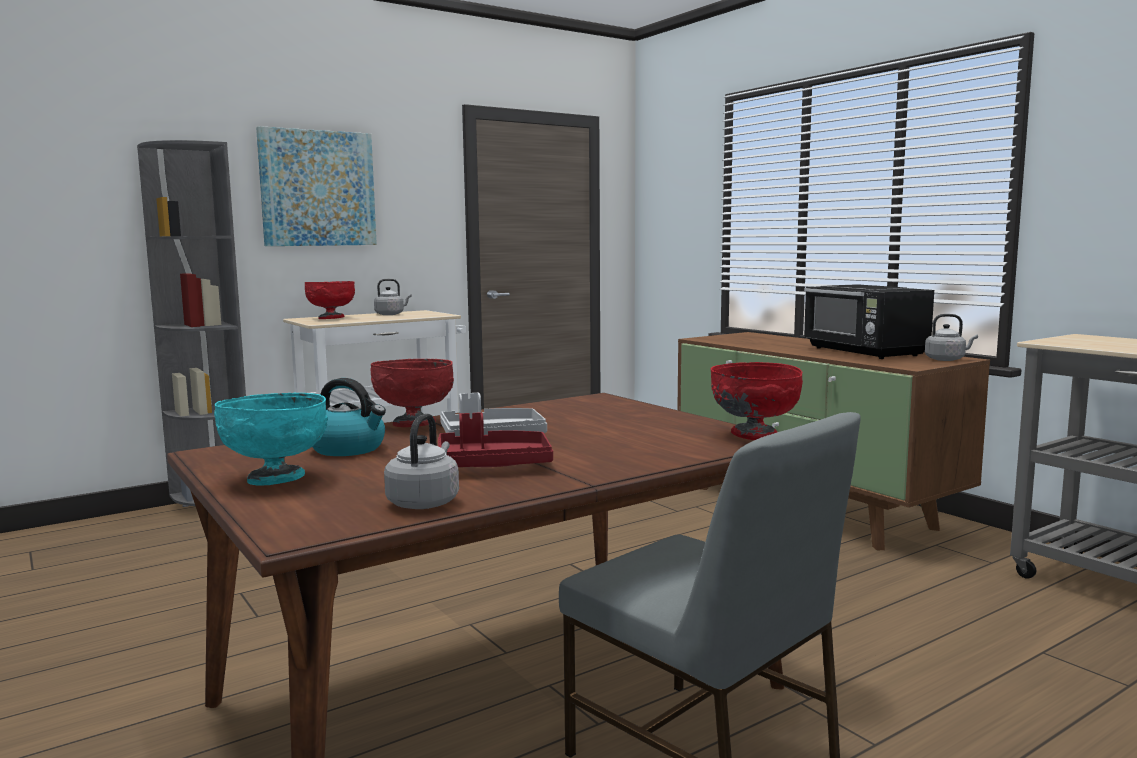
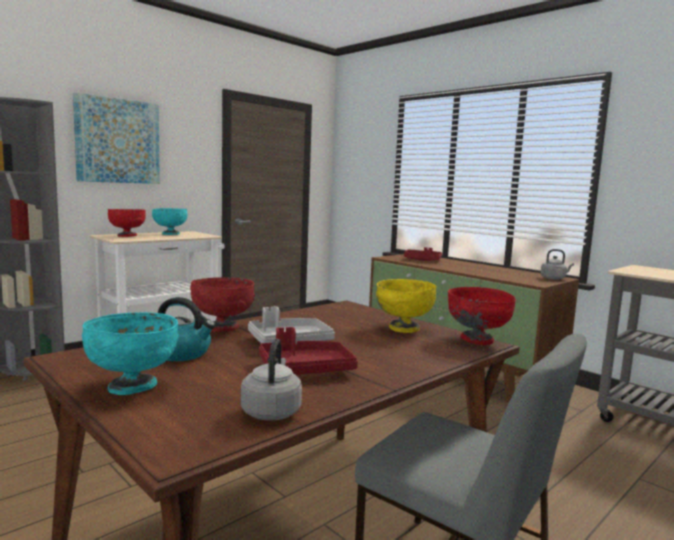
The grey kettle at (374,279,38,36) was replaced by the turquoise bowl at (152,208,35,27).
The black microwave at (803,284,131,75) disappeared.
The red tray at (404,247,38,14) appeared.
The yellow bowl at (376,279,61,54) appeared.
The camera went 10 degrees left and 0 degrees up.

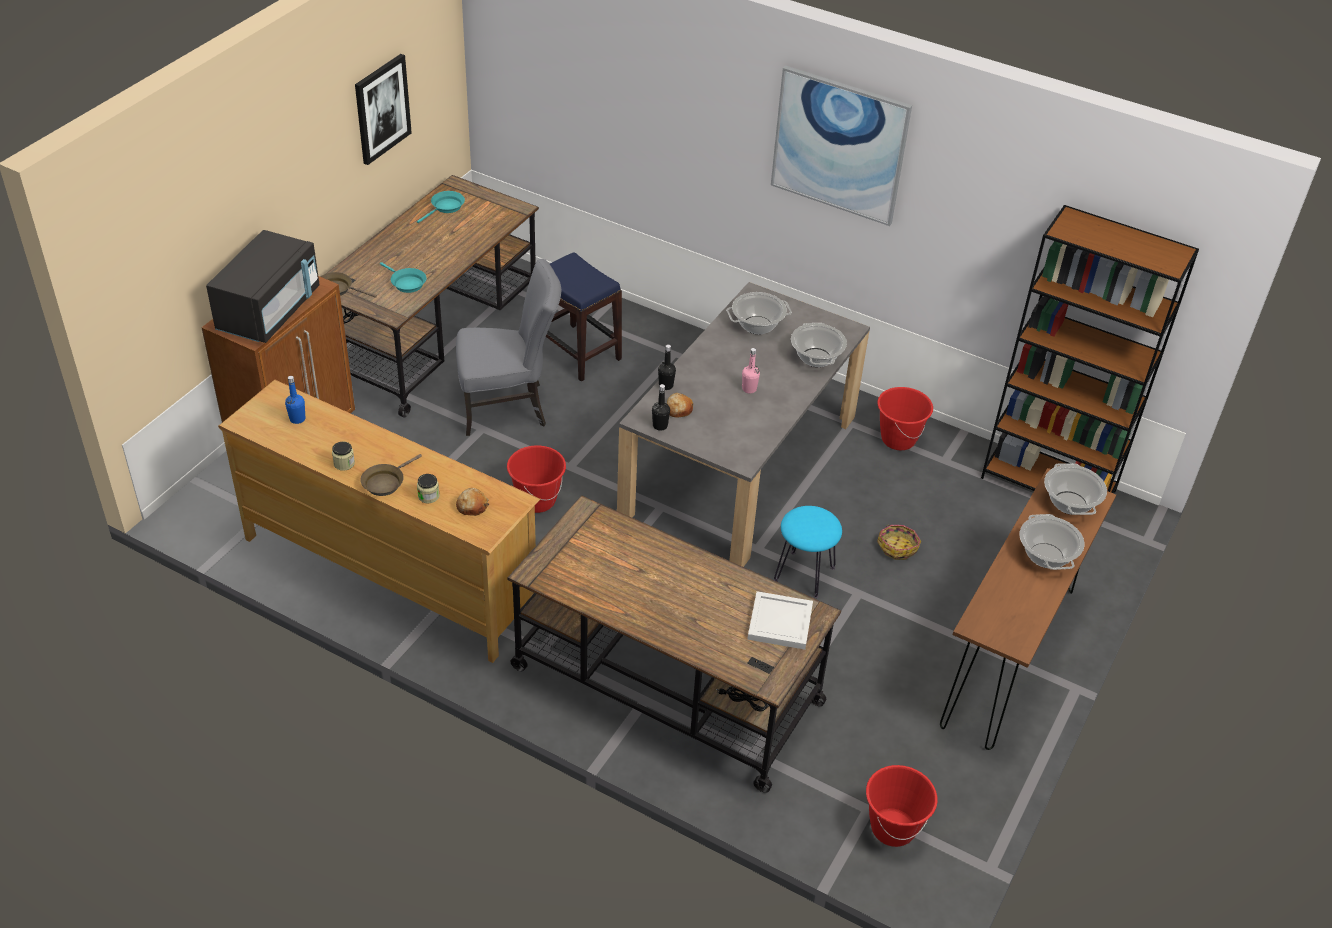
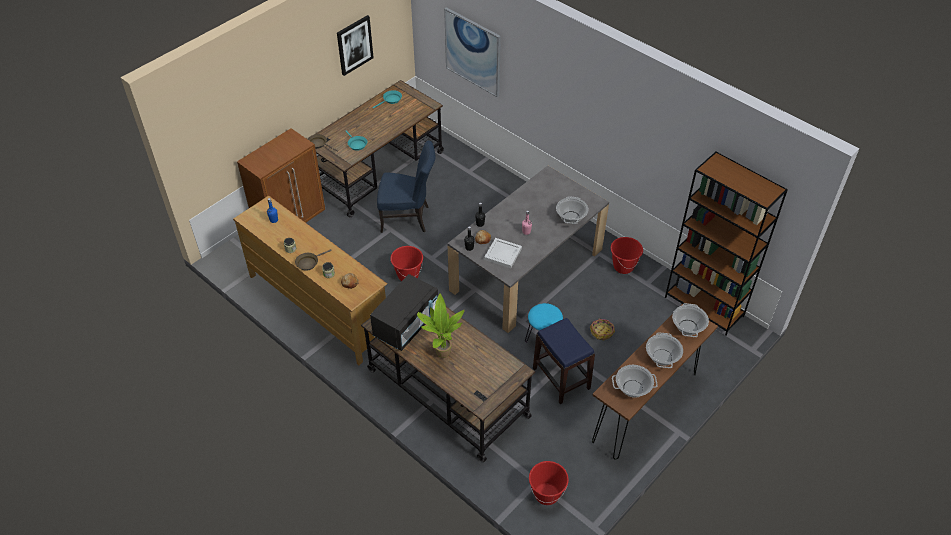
The picture moved from (771,66,141,160) to (444,7,57,90).
The black microwave moved from (206,230,114,113) to (370,274,68,77).
The stool moved from (546,252,76,130) to (533,318,62,86).
The grey chair at (456,259,105,177) became the blue chair at (377,140,59,93).
The cooking pot moved from (726,292,66,43) to (612,365,46,33).
The white tray moved from (747,591,66,59) to (484,238,38,30).
The potted plant at (417,294,47,64) appeared.
The camera went 15 degrees right and 5 degrees up.

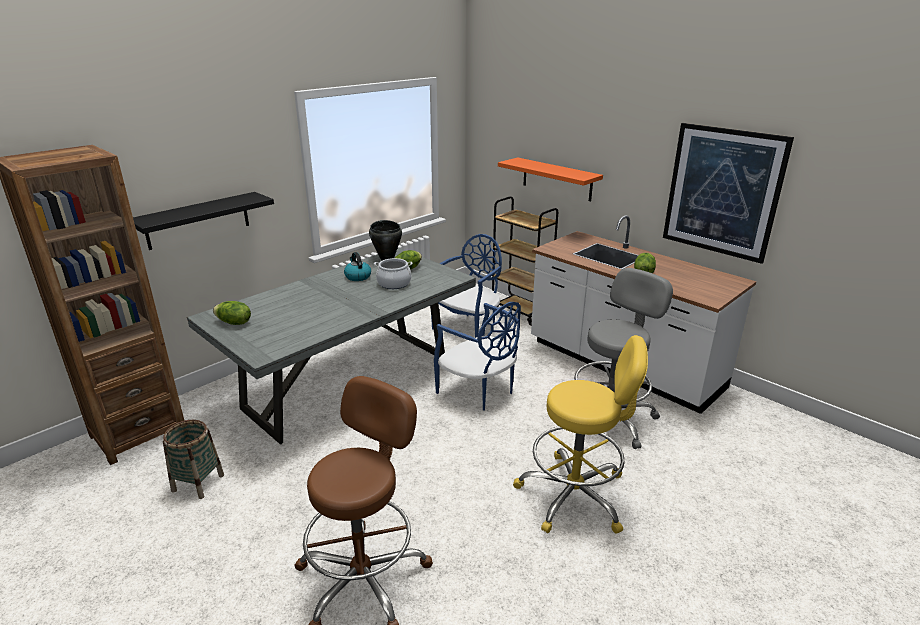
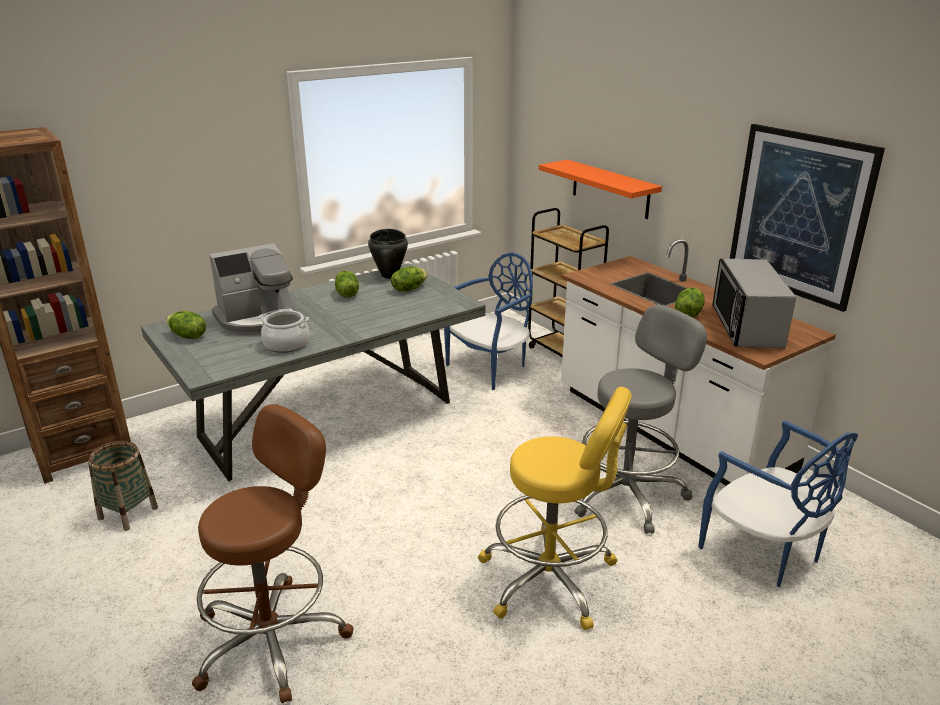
The black shelf at (133,192,141,58) disappeared.
The kettle at (344,252,27,29) was replaced by the lettuce at (335,271,24,27).
The cooking pot moved from (374,258,39,31) to (258,310,51,43).
The blue chair moved from (434,302,87,109) to (698,420,160,167).
The coffee machine at (209,243,89,92) appeared.
The microwave at (712,258,84,90) appeared.
The camera went 10 degrees right and 0 degrees up.

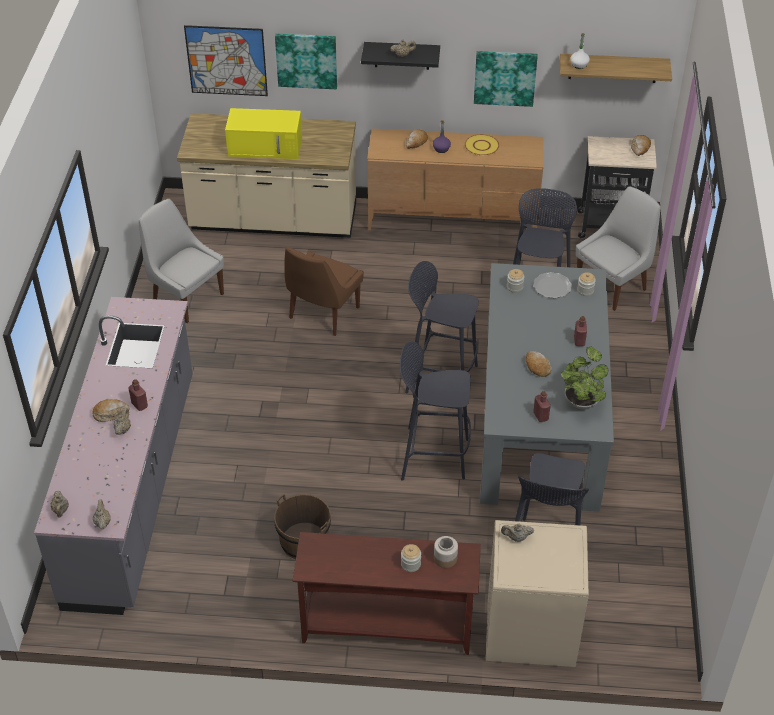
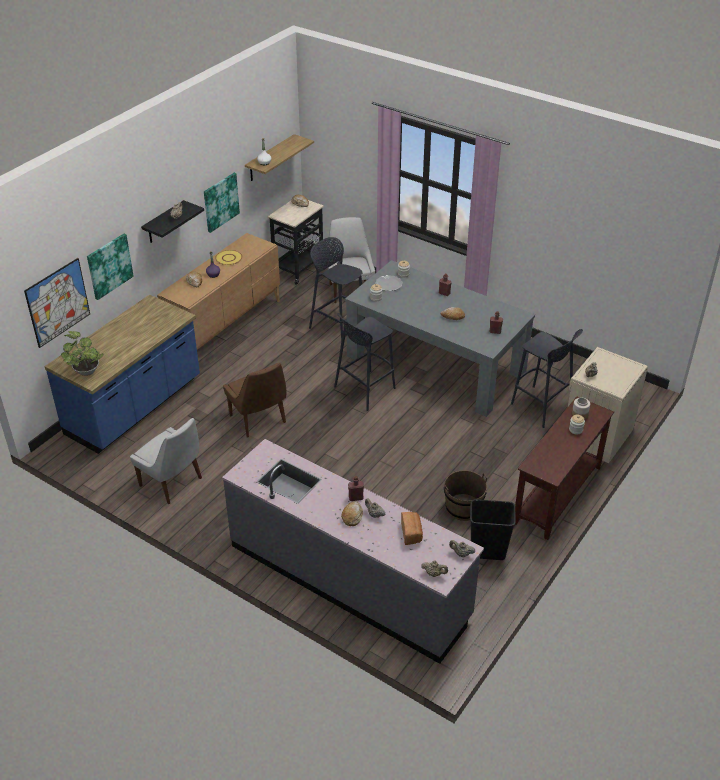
The yellow microwave at (225,108,77,51) disappeared.
The beige counter at (177,113,179,125) became the blue counter at (45,295,155,159).
The white chair at (139,199,85,124) turned 120 degrees counterclockwise.
The grey stool at (400,341,71,140) disappeared.
The potted plant moved from (561,346,47,64) to (61,331,43,45).
The black trash can at (470,499,46,61) appeared.
The bread at (401,512,22,33) appeared.
The camera went 60 degrees left and 5 degrees down.

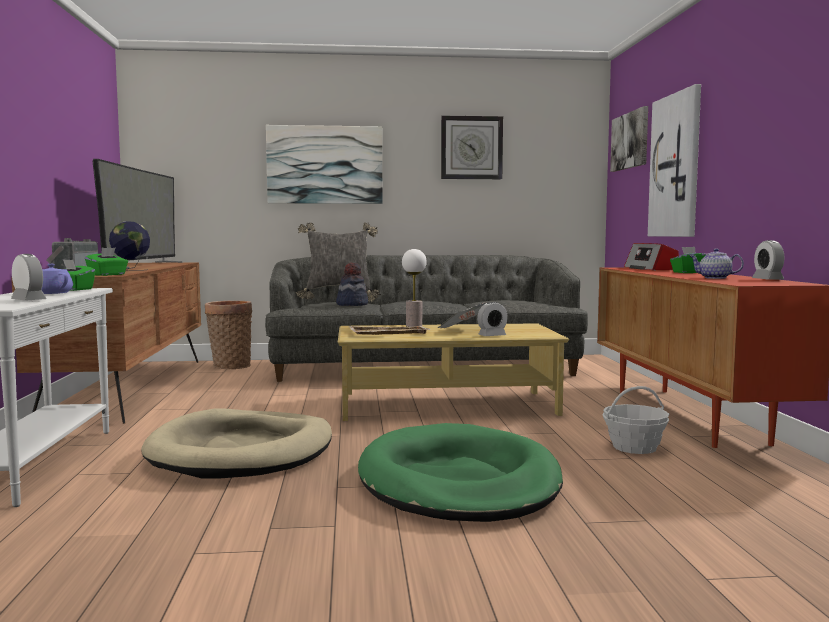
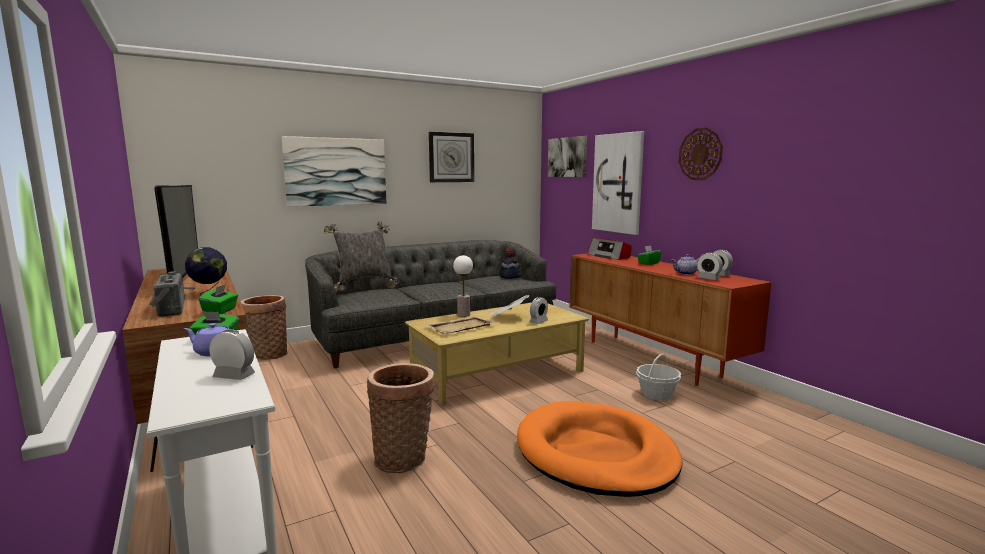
The hat moved from (336,263,32,43) to (499,247,22,32).
The beige dog bed at (141,408,191,71) was replaced by the basket at (367,363,68,110).
The green dog bed at (358,423,205,99) became the orange dog bed at (517,401,166,96).
The wall clock at (679,128,44,52) appeared.
The alarm clock at (697,253,26,27) appeared.
The camera went 25 degrees left and 5 degrees up.

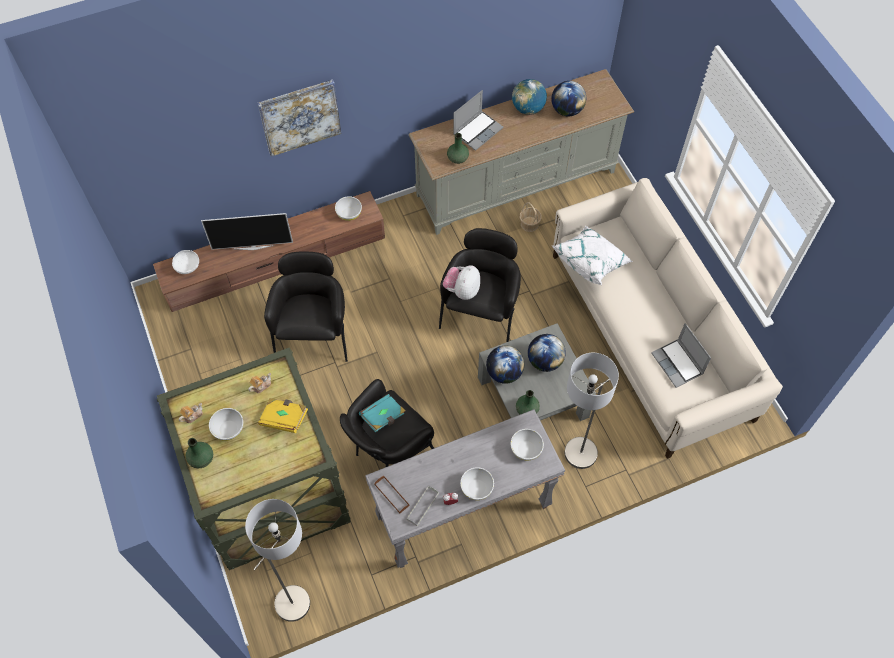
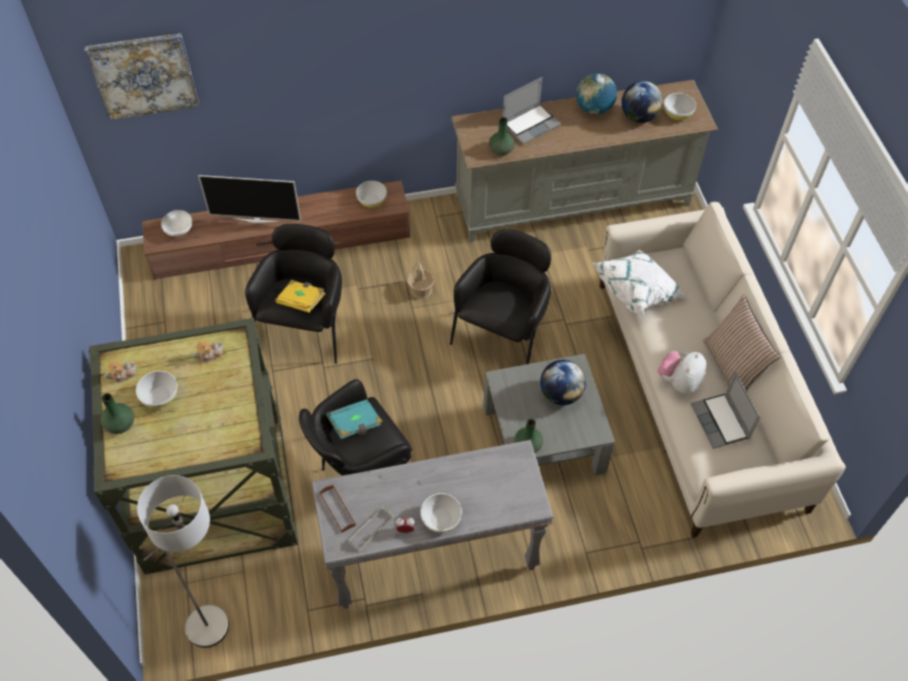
The picture moved from (258,79,83,77) to (84,33,115,87).
The basket moved from (520,202,22,30) to (408,262,27,37).
The plush toy moved from (443,265,37,35) to (658,351,48,43).
The globe at (486,346,38,38) disappeared.
The grey floor lamp at (565,353,54,116) disappeared.
The yellow book moved from (258,398,50,35) to (275,280,51,33).
The white bowl moved from (511,429,33,32) to (664,93,32,27).
The pillow at (703,294,77,96) appeared.
The camera went 10 degrees right and 5 degrees down.

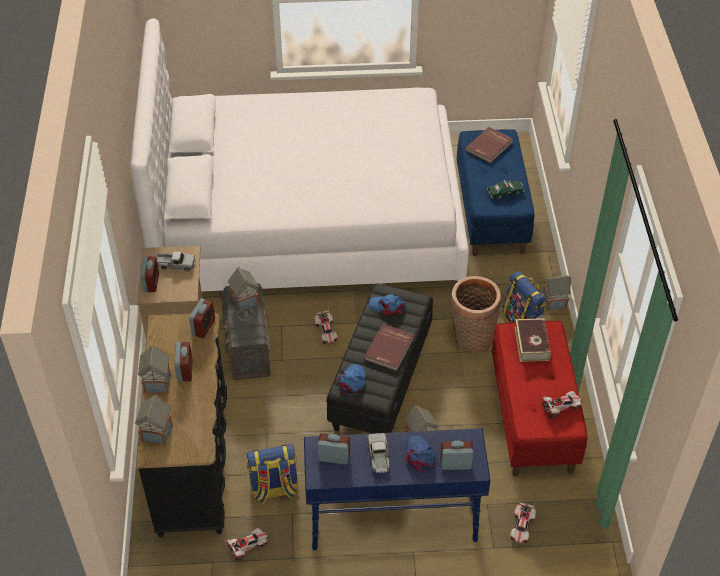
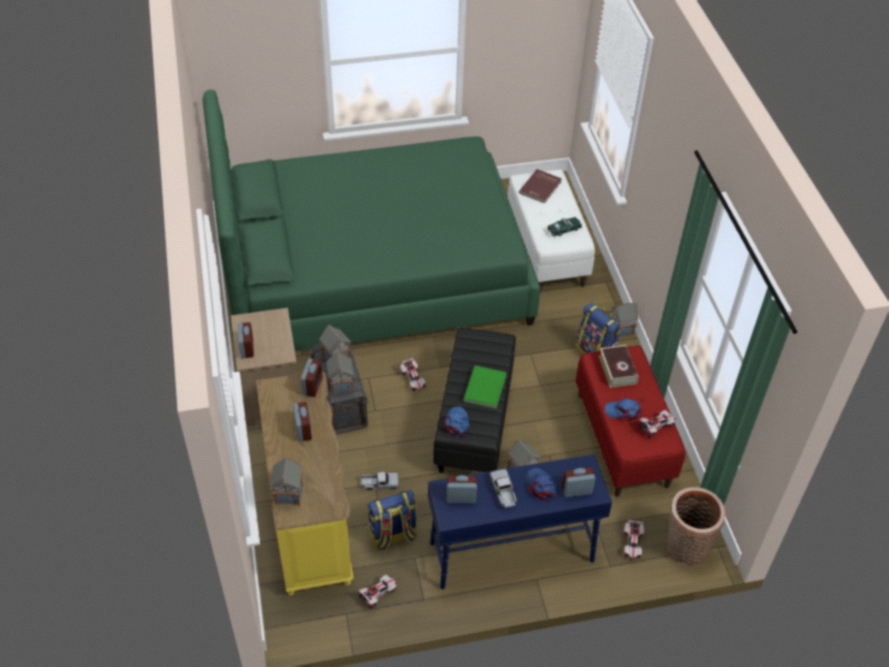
The white bed at (130,18,339,273) became the green bed at (203,89,337,262).
The blue bench at (457,129,77,127) became the white bench at (507,170,88,123).
The toy truck moved from (157,251,38,20) to (361,472,38,19).
The basket moved from (451,276,50,77) to (668,487,57,79).
The blue cap moved from (369,294,36,22) to (605,399,37,22).
The black dresser at (137,313,90,224) became the yellow dresser at (256,372,98,224).
The red book at (364,324,50,47) became the green book at (463,365,44,44).
The toy house moved from (138,345,33,49) to (326,351,28,44).
The camera went 10 degrees left and 0 degrees up.

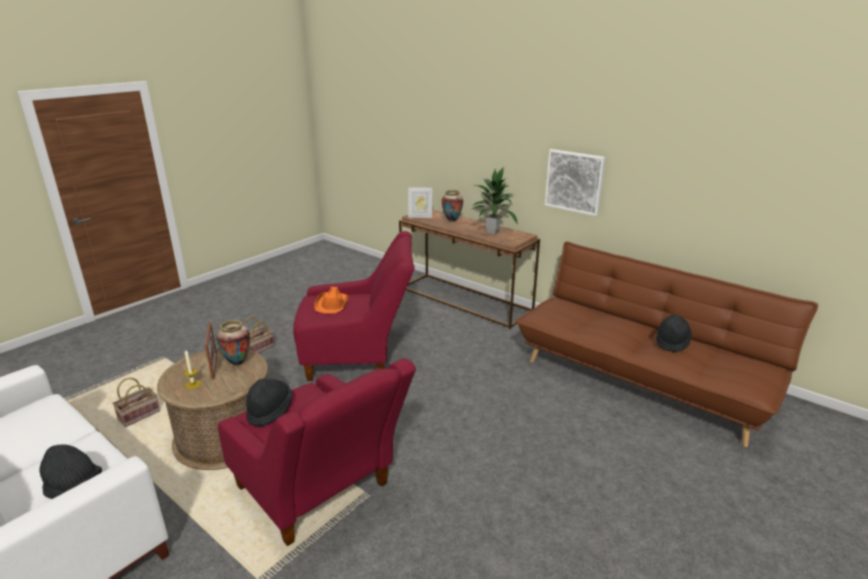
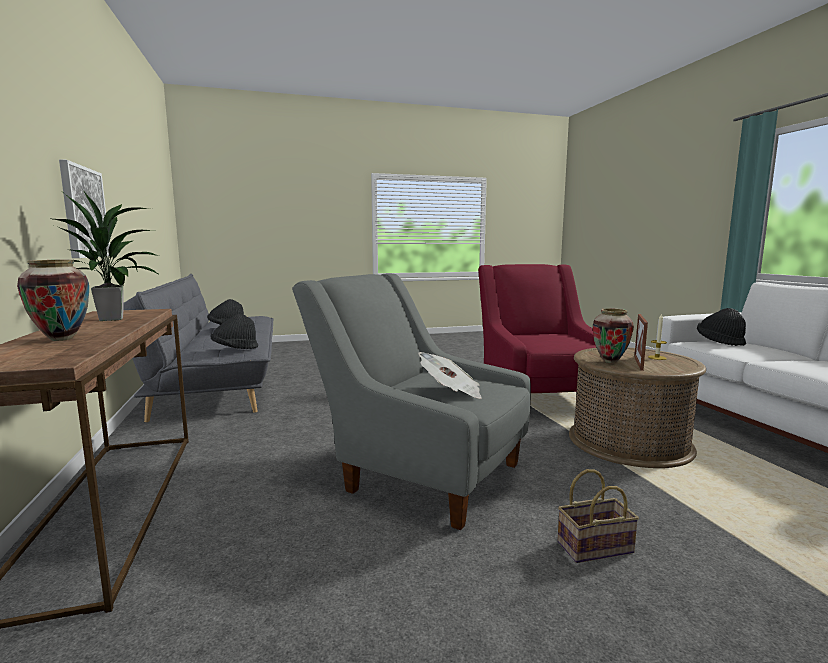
The picture frame at (408,187,24,31) disappeared.
The red armchair at (293,231,121,150) became the grey armchair at (292,273,239,257).
The brown sofa at (516,241,302,206) became the grey sofa at (124,274,149,148).
The orange hat at (314,287,35,27) was replaced by the newspaper at (418,352,64,47).
The basket at (112,377,48,50) disappeared.
The black hat moved from (246,378,47,49) to (210,314,48,35).
The camera went 145 degrees left and 15 degrees down.

